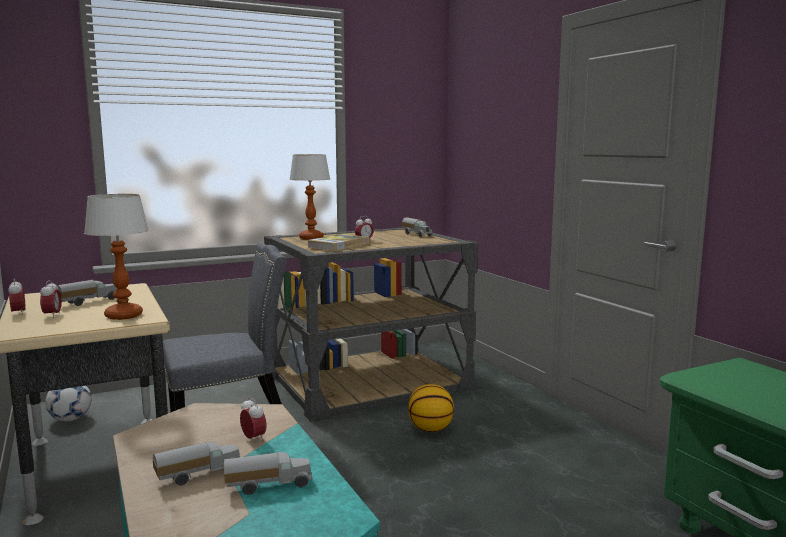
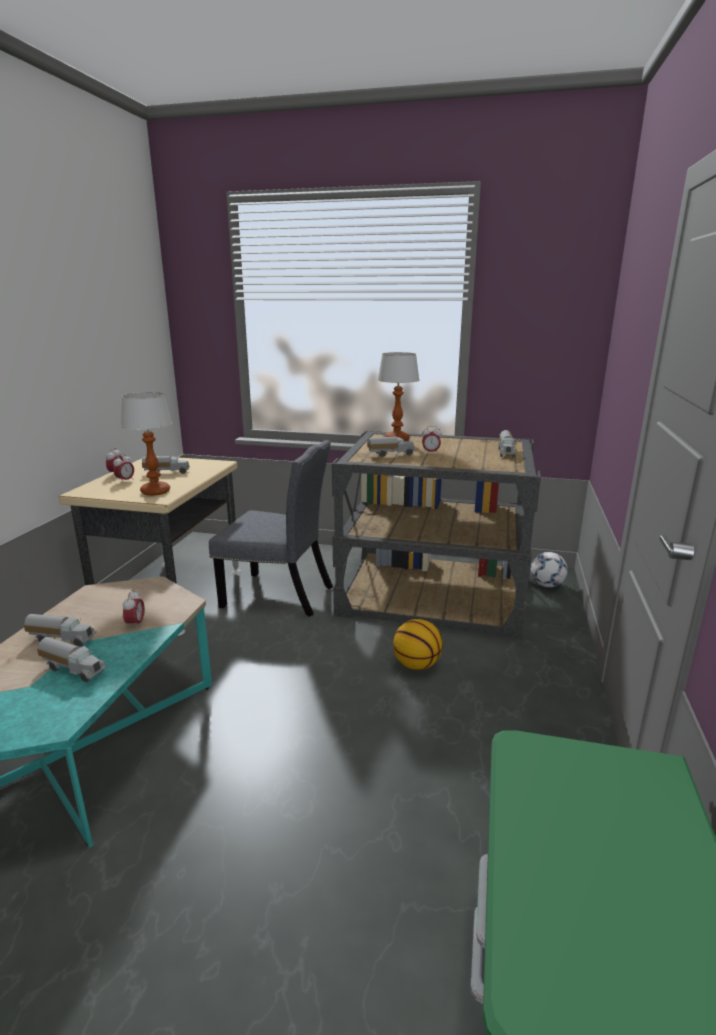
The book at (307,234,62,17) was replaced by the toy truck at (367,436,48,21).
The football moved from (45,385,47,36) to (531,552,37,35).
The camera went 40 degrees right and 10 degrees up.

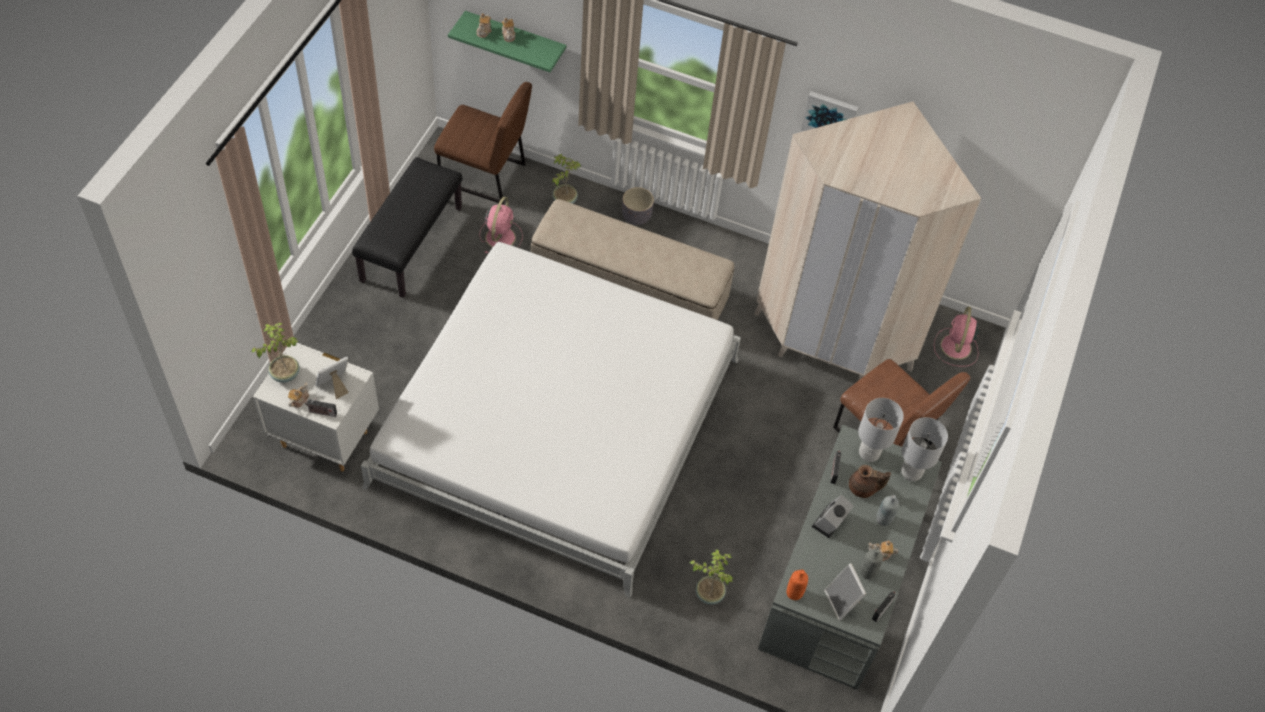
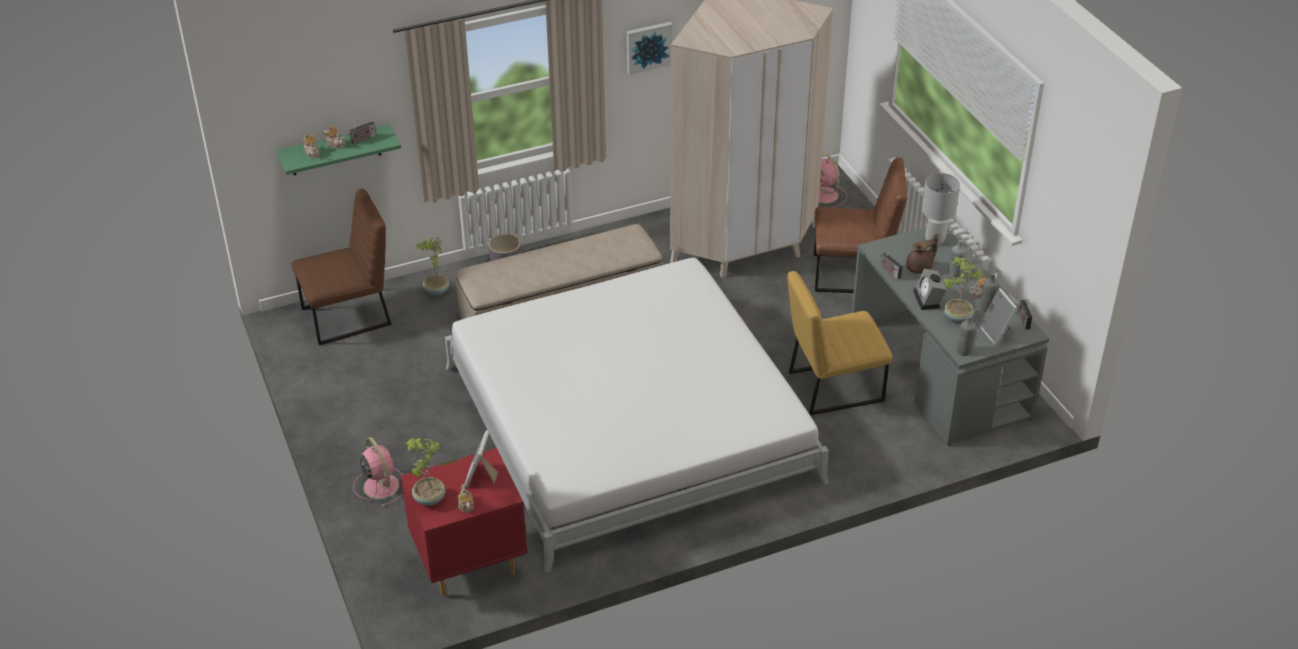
The black bench at (352,157,110,141) disappeared.
The pink fan moved from (480,197,43,56) to (353,437,50,70).
The white nightstand at (253,343,126,128) became the red nightstand at (401,448,126,149).
The radio moved from (305,398,32,19) to (348,121,28,23).
The grey table lamp at (858,398,46,64) disappeared.
The potted plant moved from (690,548,43,57) to (943,257,40,67).
The picture frame at (824,563,43,57) turned 45 degrees clockwise.
The orange bottle at (787,570,21,30) became the grey bottle at (956,315,20,41).
The yellow chair at (787,271,105,144) appeared.
The camera went 40 degrees left and 15 degrees down.

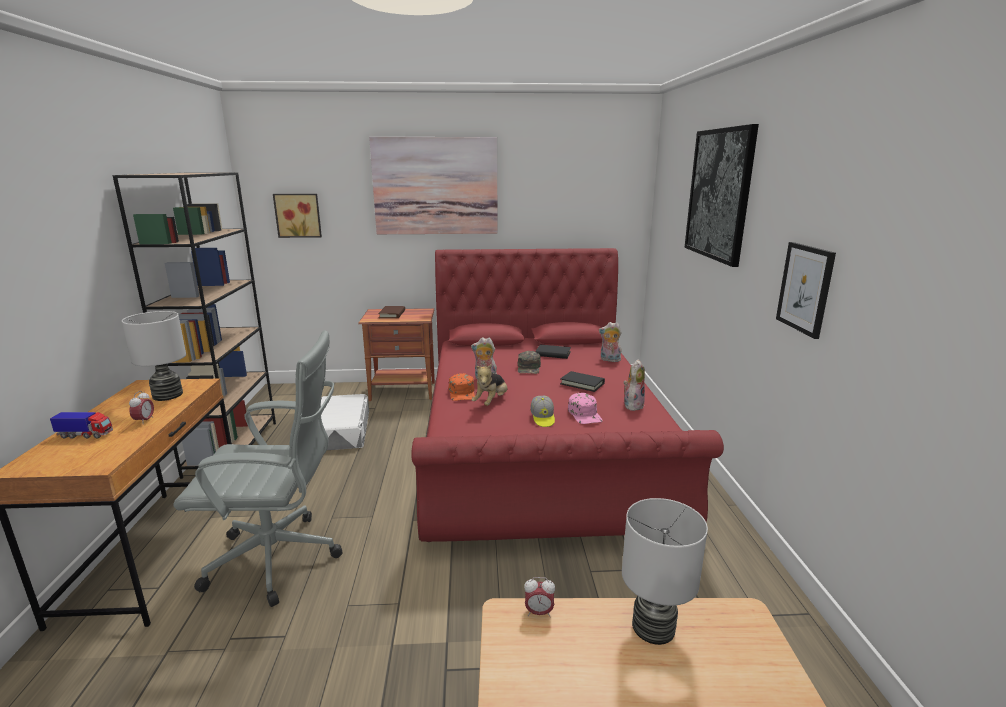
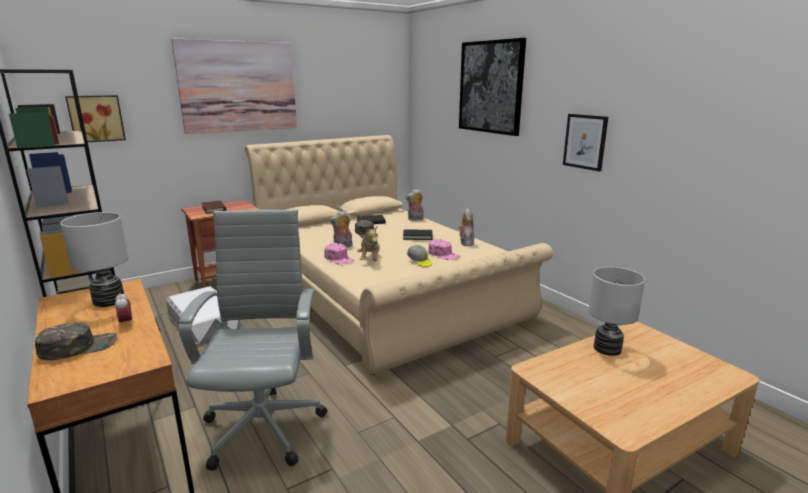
The red bed at (411,248,313,294) became the beige bed at (245,135,309,240).
The grey office chair at (173,331,169,276) turned 60 degrees counterclockwise.
The orange cap at (449,373,26,28) became the pink cap at (324,243,30,21).
The toy truck at (50,412,63,26) was replaced by the green cap at (35,322,82,38).
The alarm clock at (524,577,31,40) disappeared.
The camera went 30 degrees left and 0 degrees up.

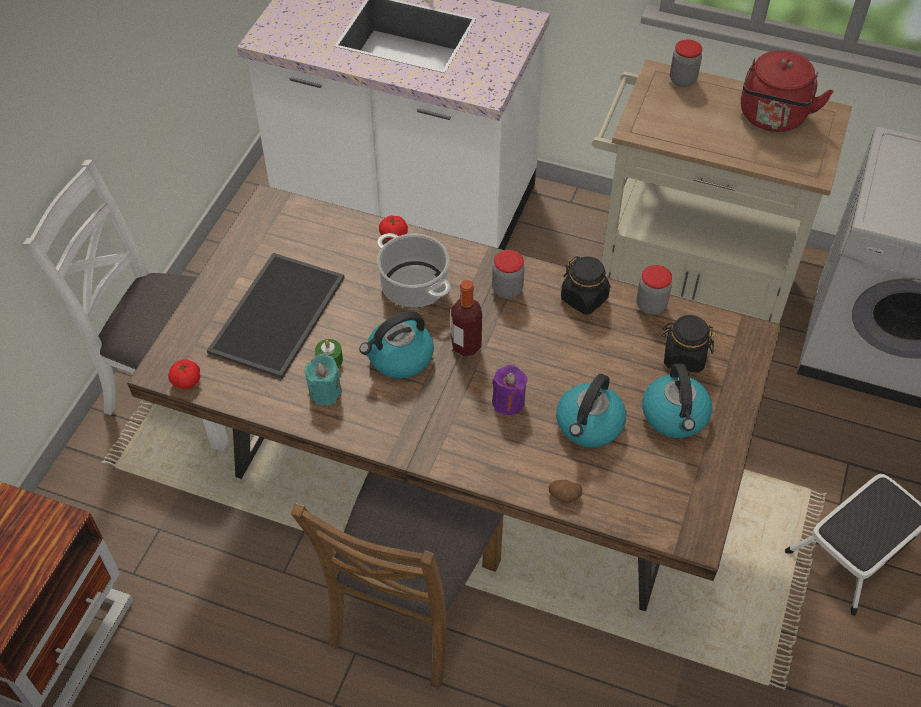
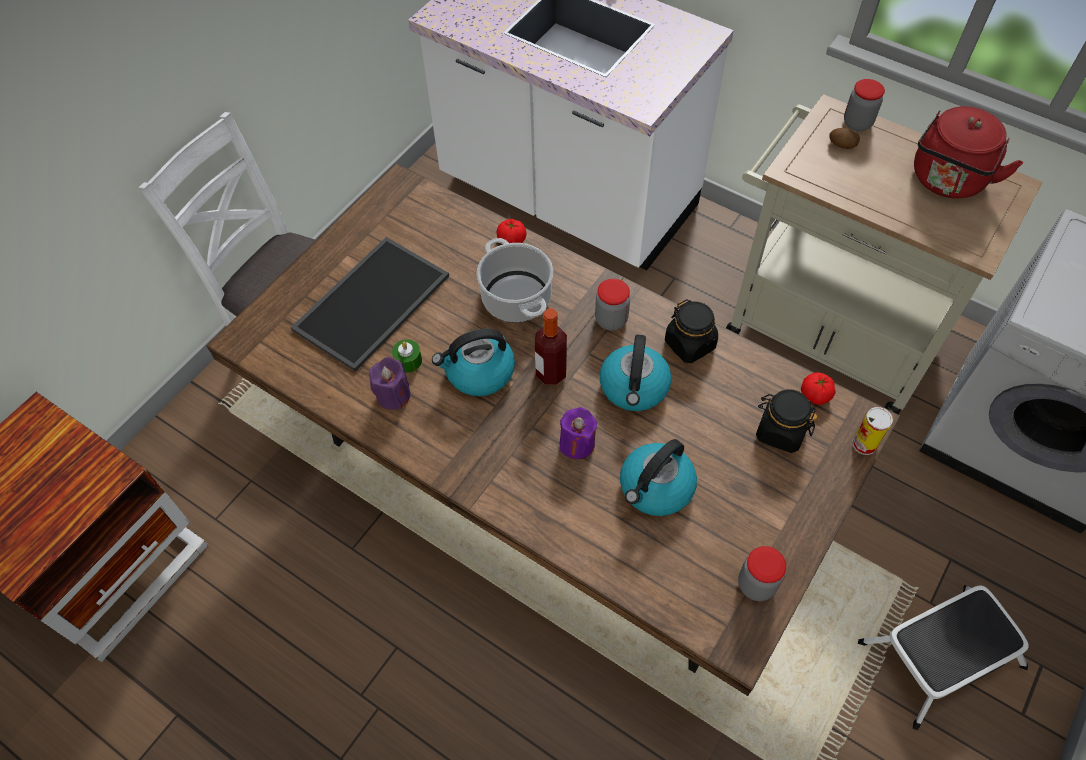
The jar moved from (636,265,36,50) to (738,546,48,55).
The turquoise candle at (304,354,38,52) became the purple candle at (369,357,42,53).
The tomato moved from (168,360,32,29) to (801,372,35,33).
The kettle moved from (642,363,70,75) to (600,334,72,77).
The brown chair at (291,472,213,217) disappeared.
The potato moved from (548,480,34,22) to (829,128,31,21).
The can at (852,407,41,48) appeared.
The camera went 15 degrees right and 5 degrees up.

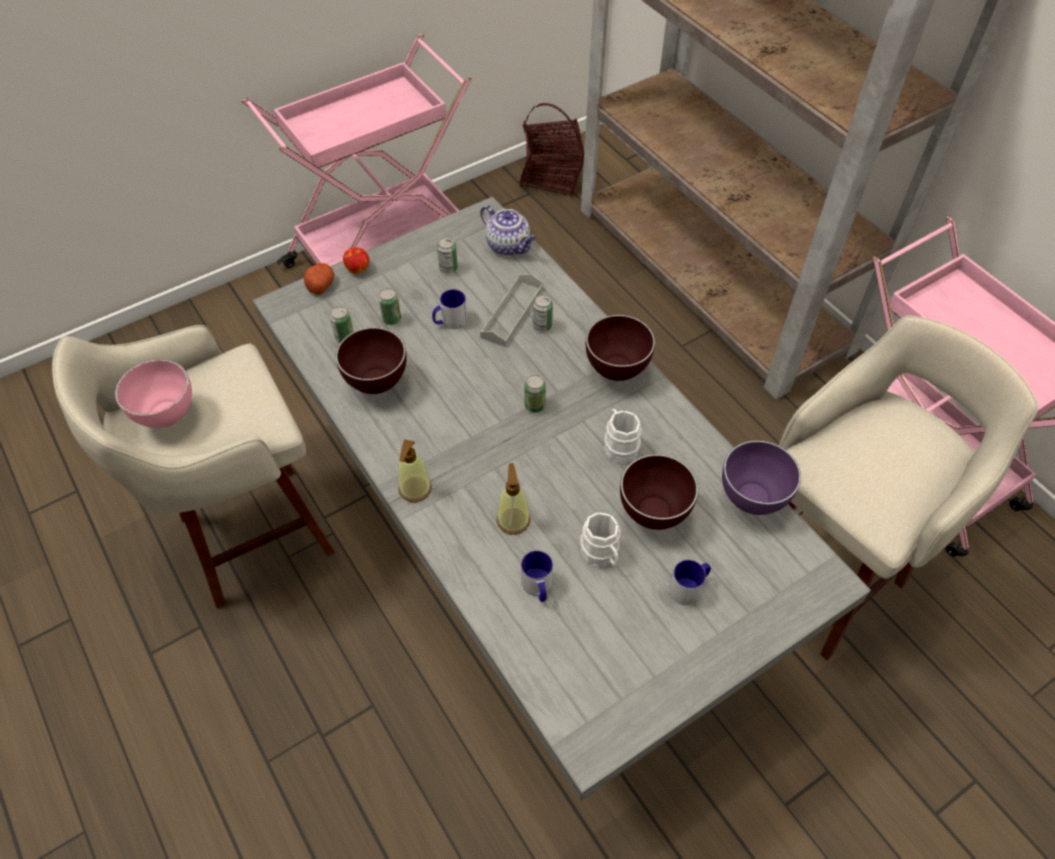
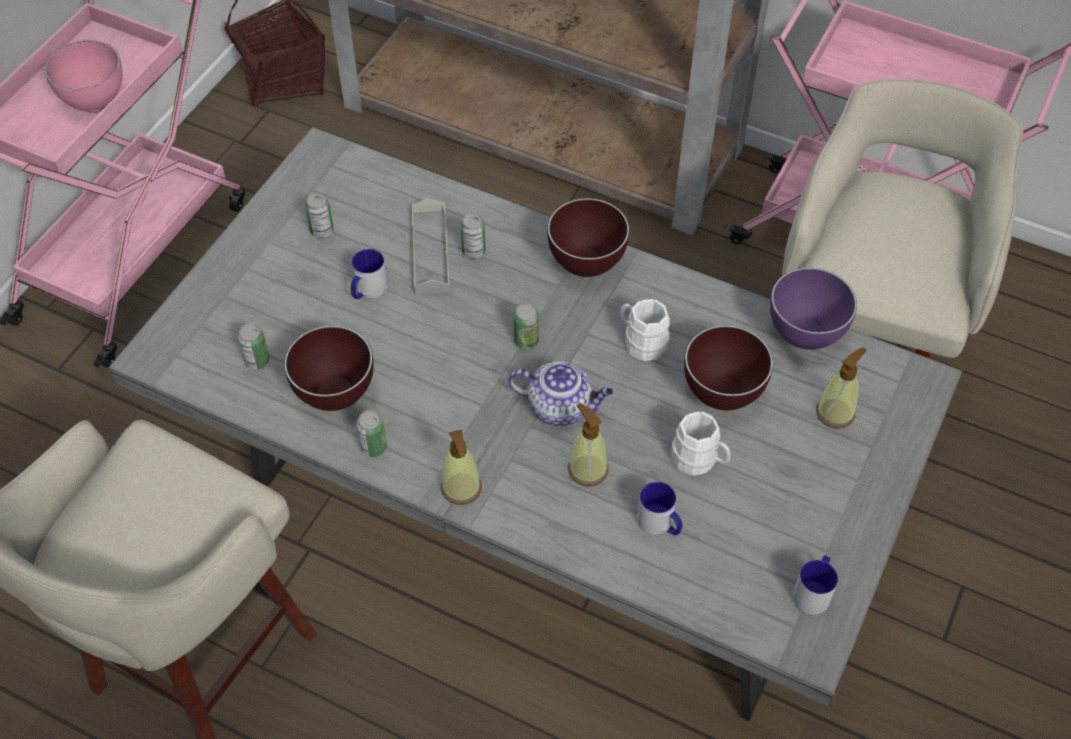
The teapot moved from (480,205,56,51) to (508,362,105,64).
The apple at (343,247,27,27) disappeared.
The potato at (304,263,30,32) disappeared.
The can moved from (378,288,23,37) to (356,411,31,46).
The pink bowl moved from (115,359,77,69) to (45,40,78,73).
The mug moved from (669,560,42,45) to (793,556,45,59).
The soap dispenser at (816,347,51,82) appeared.
The camera went 30 degrees left and 0 degrees up.

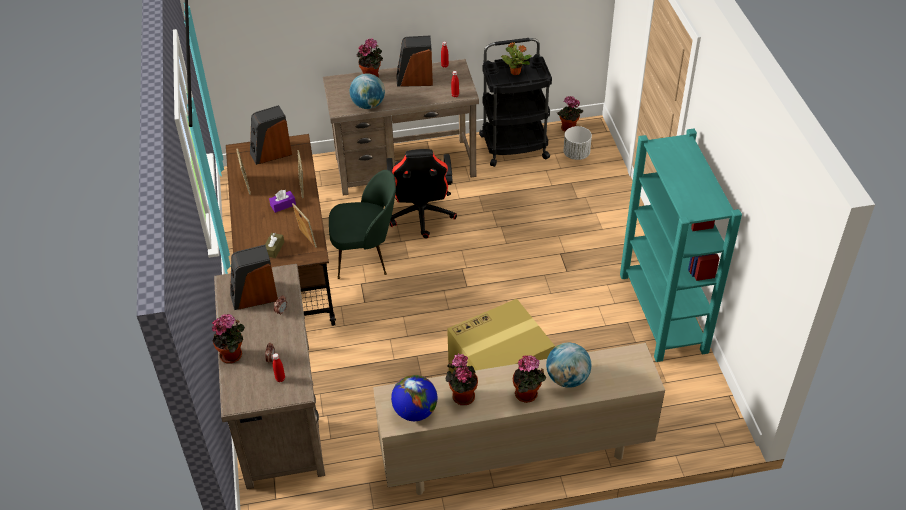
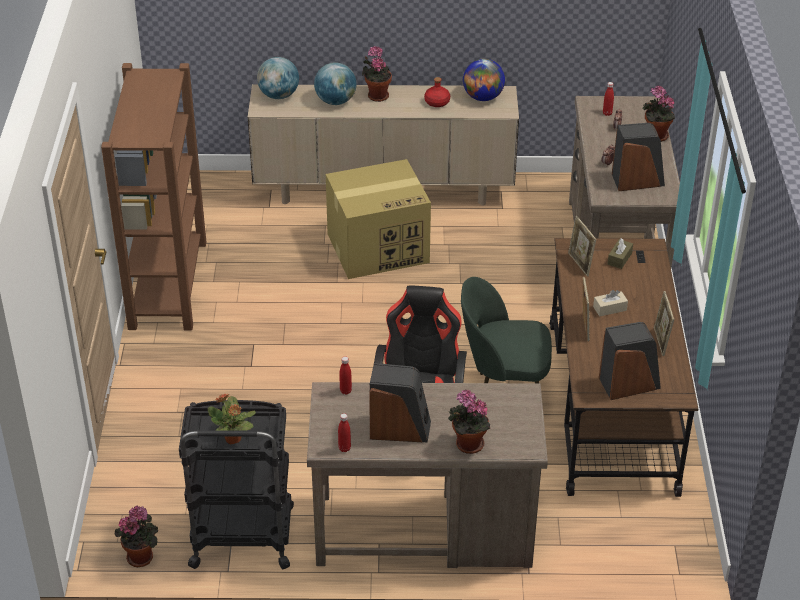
The globe moved from (350,73,35,36) to (257,57,42,42).
The white planter at (563,126,29,34) disappeared.
The turquoise bookcase at (620,128,122,234) became the brown bookcase at (101,63,105,268).
The purple tissue box at (269,190,27,23) became the beige tissue box at (593,290,35,27).
The potted plant at (446,353,32,52) was replaced by the red bottle at (424,77,26,30).
The camera went 170 degrees left and 5 degrees down.

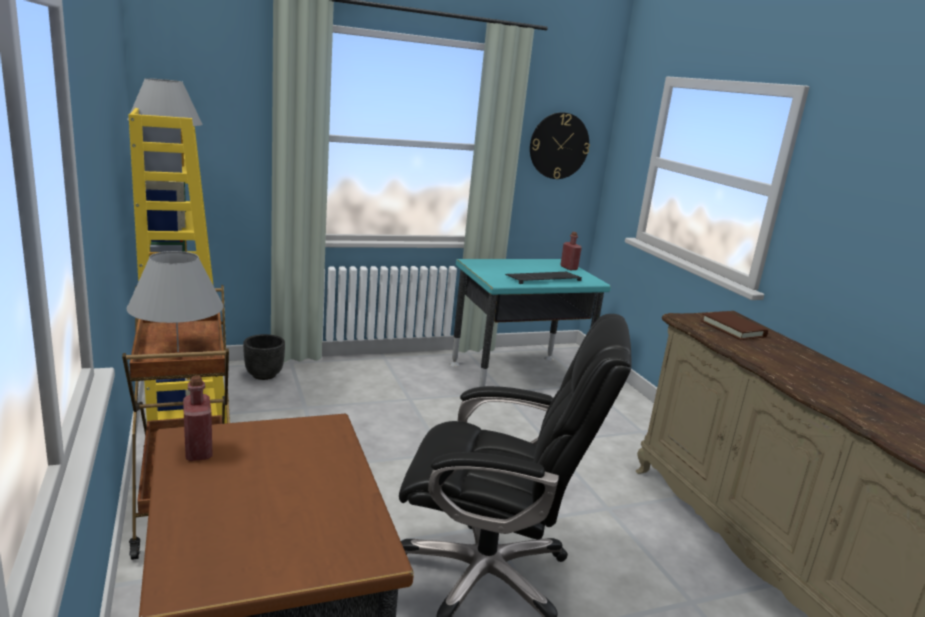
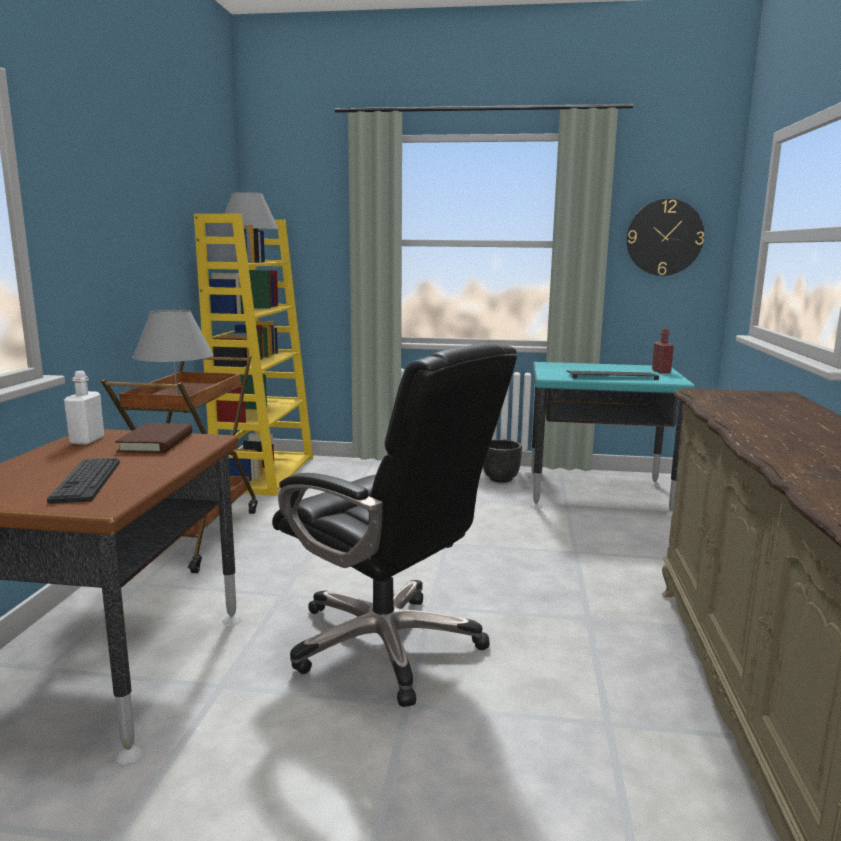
The brown book moved from (701,311,67,29) to (115,423,77,31).
The black planter moved from (243,334,42,46) to (483,439,39,44).
The red bottle at (183,376,30,85) became the white bottle at (64,371,40,74).
The keyboard at (47,458,73,46) appeared.
The camera went 30 degrees right and 5 degrees down.

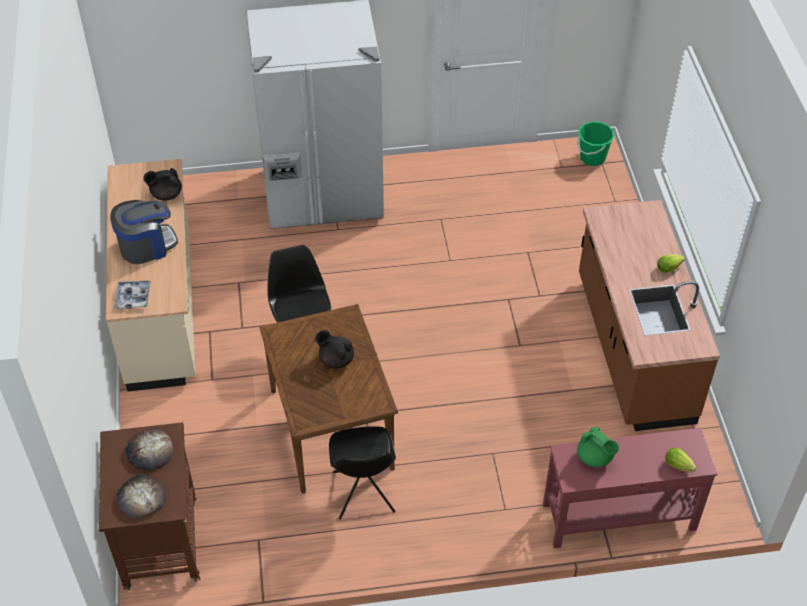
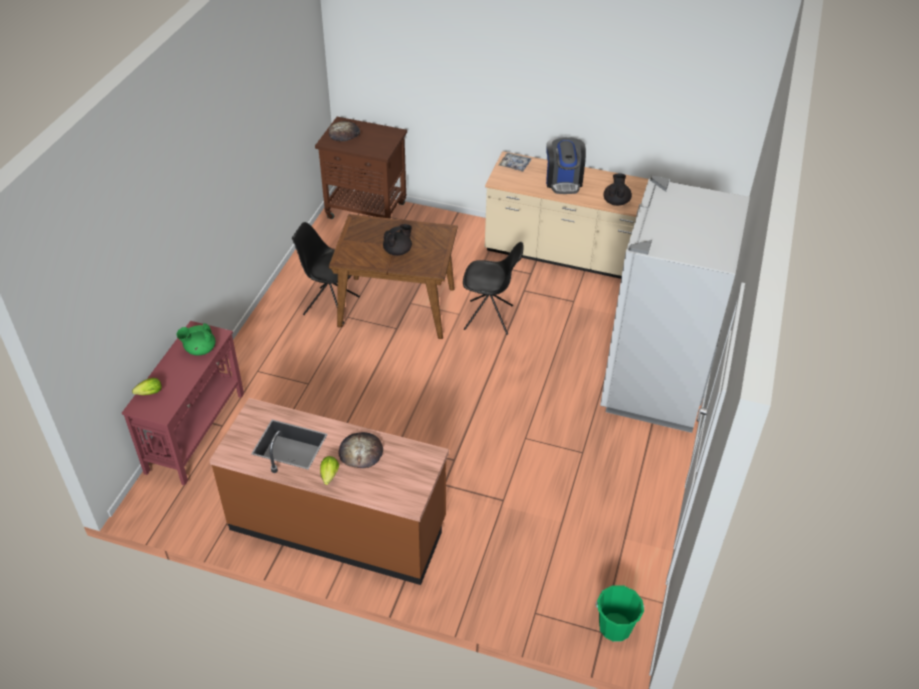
The bread moved from (125,429,48,42) to (338,432,45,36).
The camera went 115 degrees right and 5 degrees down.

